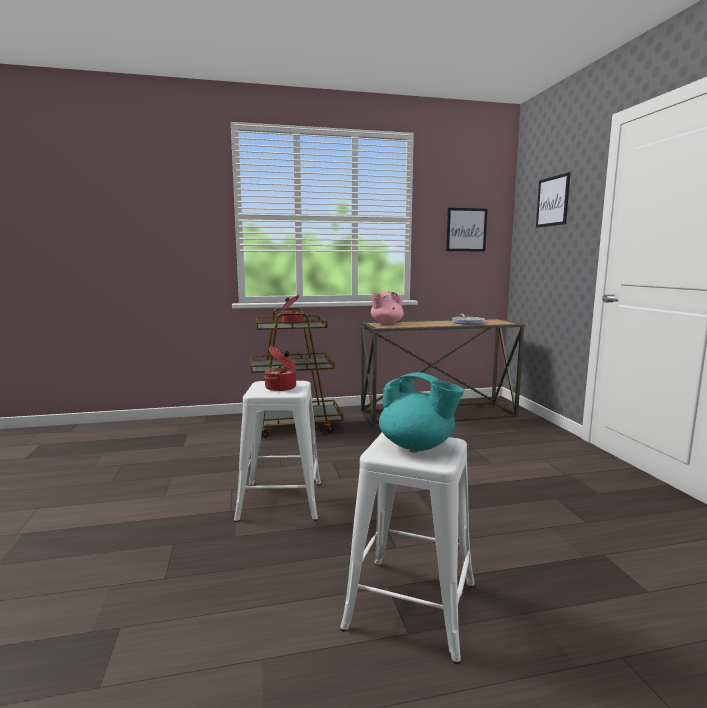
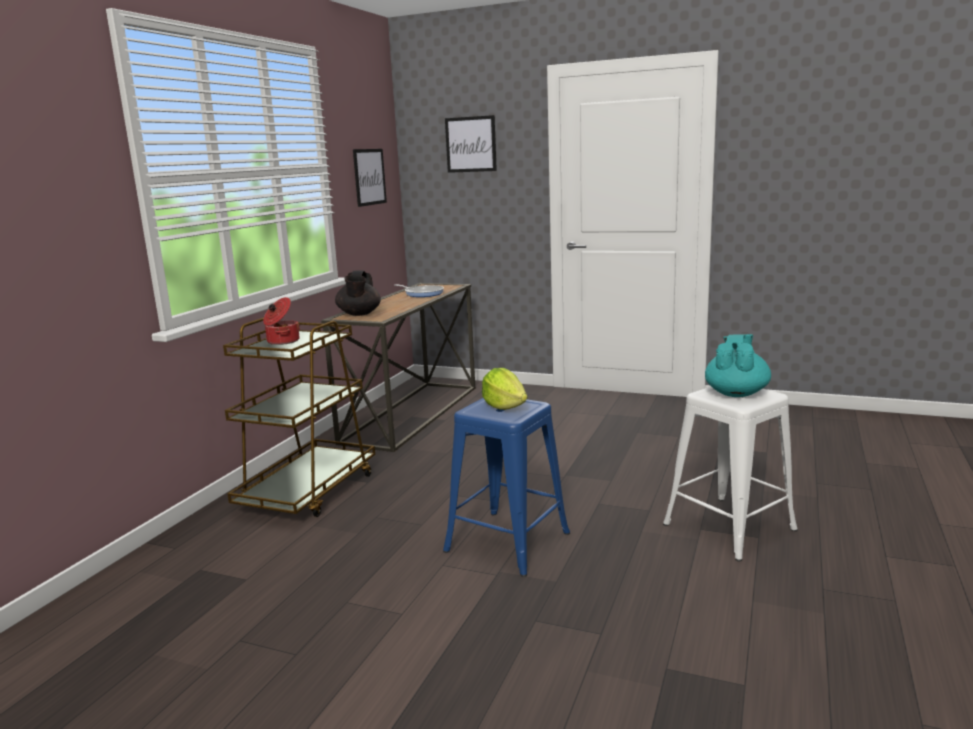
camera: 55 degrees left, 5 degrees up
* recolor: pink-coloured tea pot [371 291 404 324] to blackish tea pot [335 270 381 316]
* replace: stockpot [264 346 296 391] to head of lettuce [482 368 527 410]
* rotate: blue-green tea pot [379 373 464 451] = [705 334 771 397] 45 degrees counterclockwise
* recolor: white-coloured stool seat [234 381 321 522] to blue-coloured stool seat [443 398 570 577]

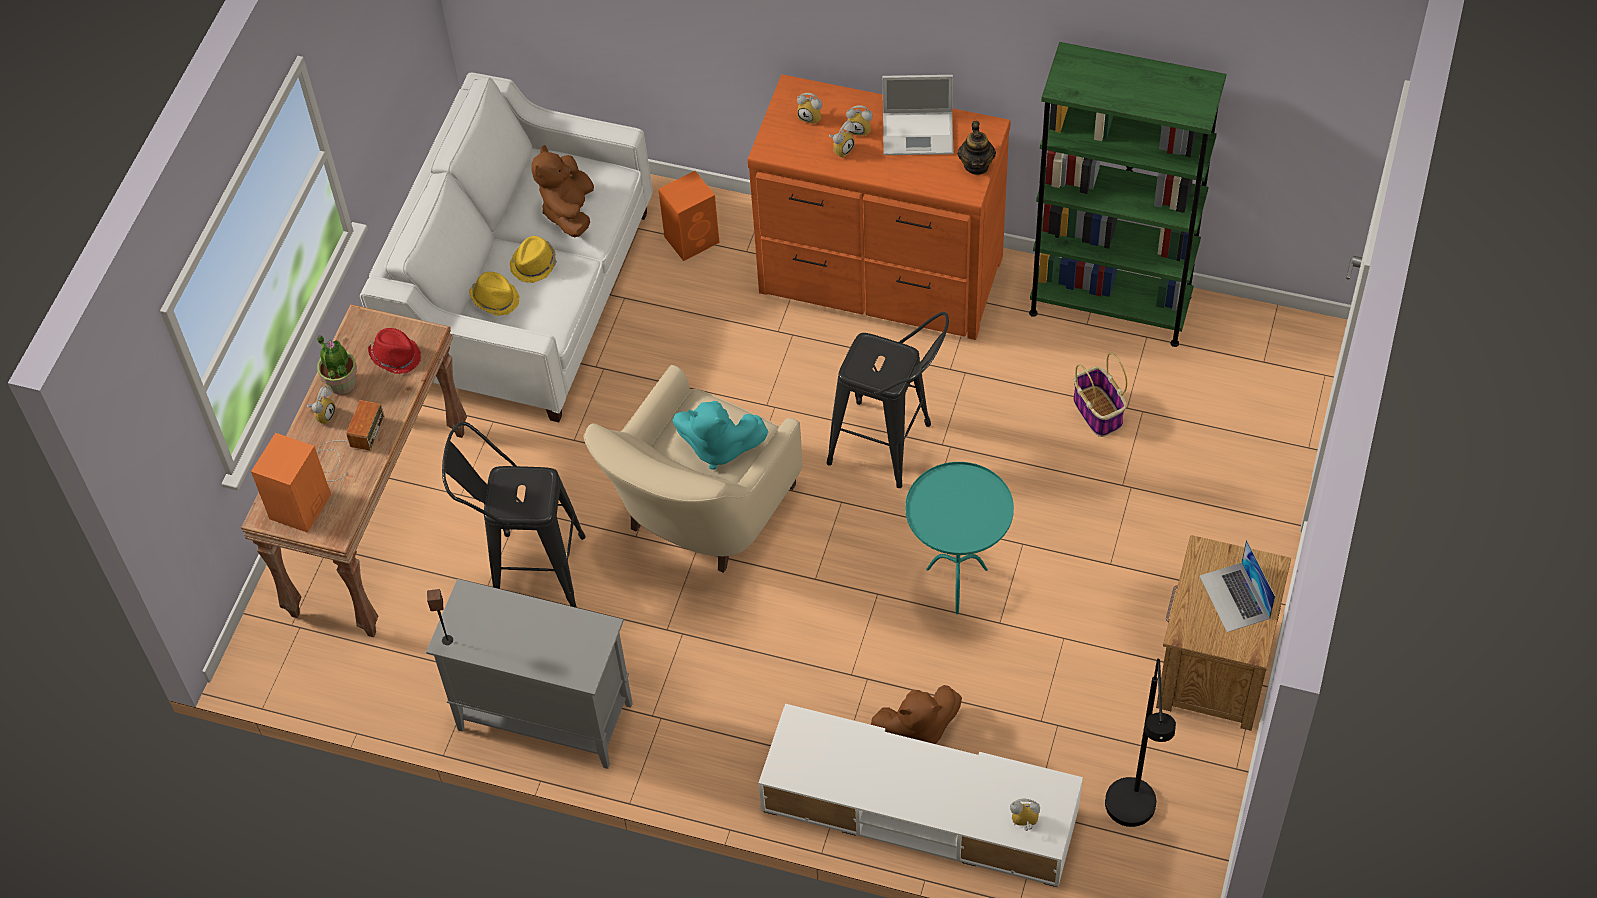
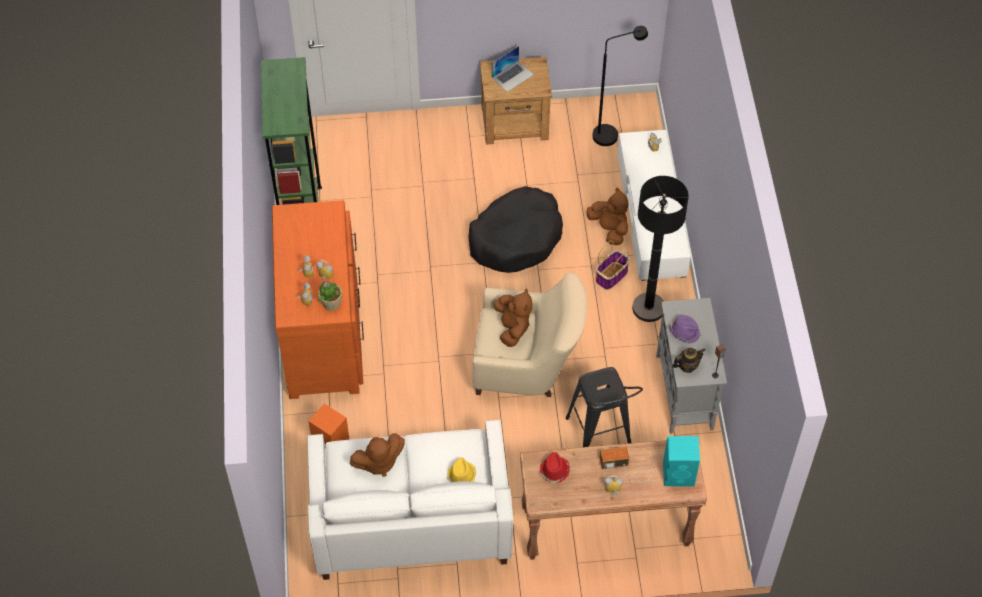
camera: 115 degrees left, 0 degrees up
* delete: notebook computer [883 75 953 155]
* move: tea pot [957 121 996 175] to [673 348 706 373]
* delete: yellow hat [510 236 557 283]
* delete: blackish stool seat [827 312 949 488]
* move: potted plant [317 335 357 395] to [318 281 342 311]
* move: storage basket [1073 352 1127 437] to [596 241 630 290]
* recolor: blue-green cuddly toy [672 401 769 470] to brown-coloured cuddly toy [494 289 532 347]
* recolor: orange audio speaker [251 433 331 533] to blue-green audio speaker [663 436 700 487]
* replace: blue-green accent table [905 462 1014 614] to blackish pet bed [468 186 563 273]
* insert: blackish standard lamp [632 176 689 322]
* insert: purple-coloured hat [669 315 700 343]

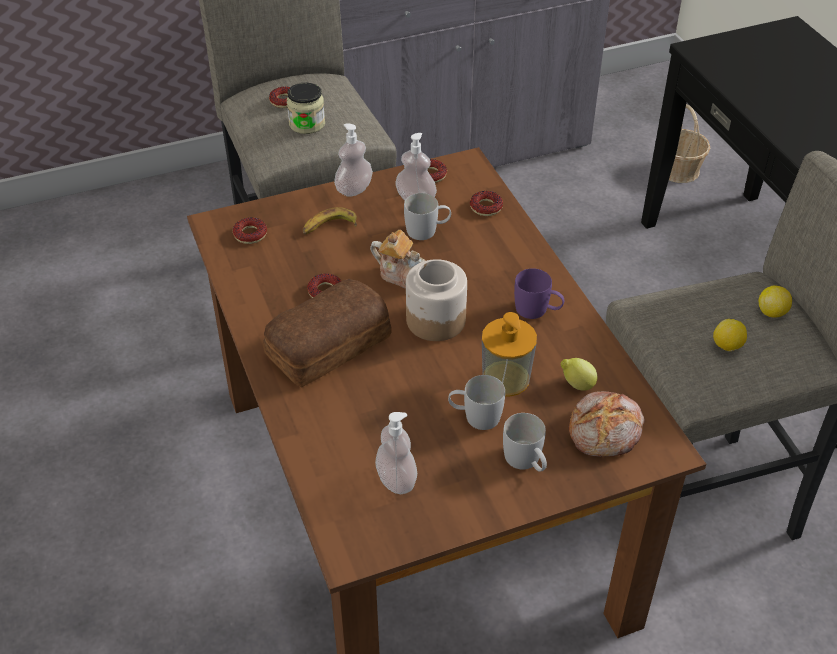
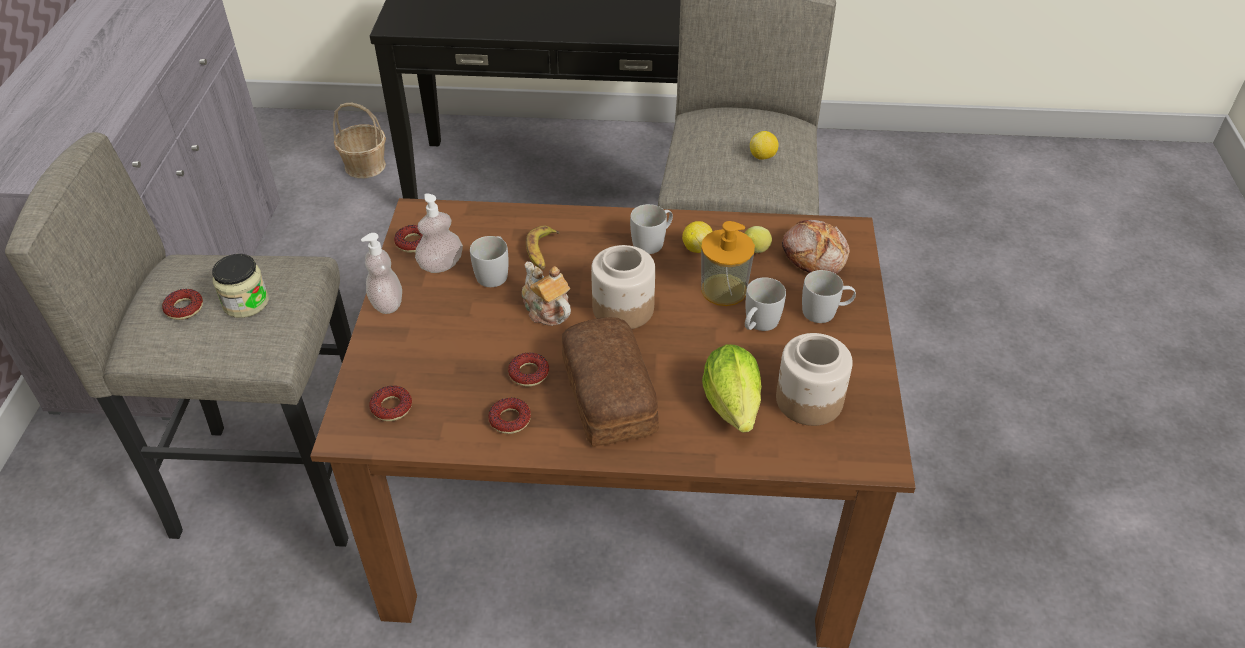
camera: 65 degrees left, 0 degrees up
* move: ring doughnut [470 191 503 216] to [488 398 531 434]
* move: banana [303 207 357 235] to [526 226 560 270]
* rotate: tea pot [370 230 426 289] = [522 262 571 326] 90 degrees counterclockwise
* recolor: purple-coloured mug [514 268 564 319] to white-coloured mug [630 204 673 254]
* move: lemon [758 285 792 317] to [682 221 713 253]
* replace: soap bottle [375 412 417 494] to storage jar [776 333 853 426]
* insert: head of lettuce [702 344 762 433]

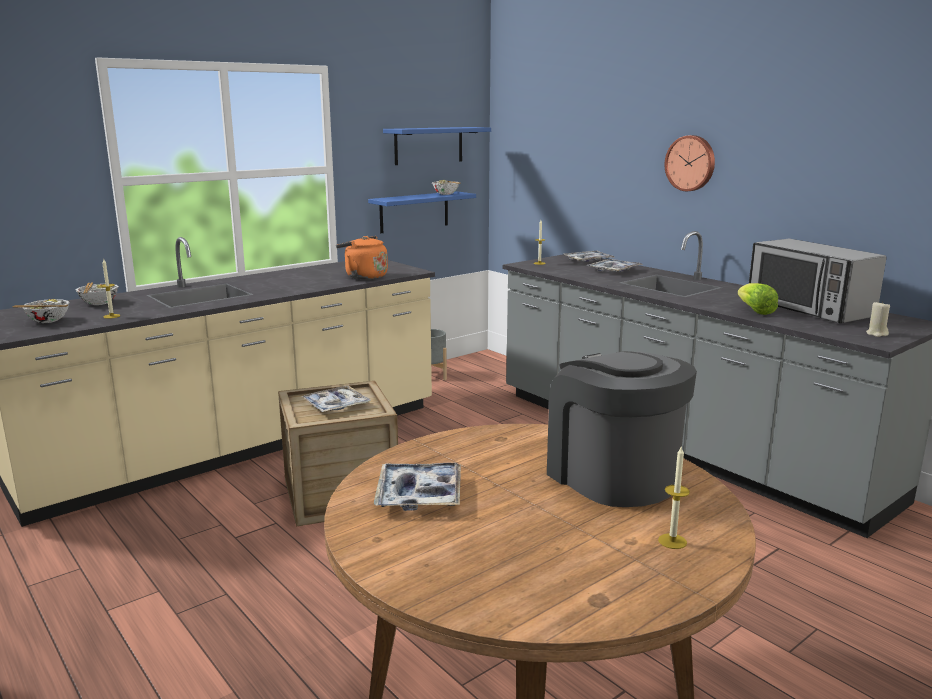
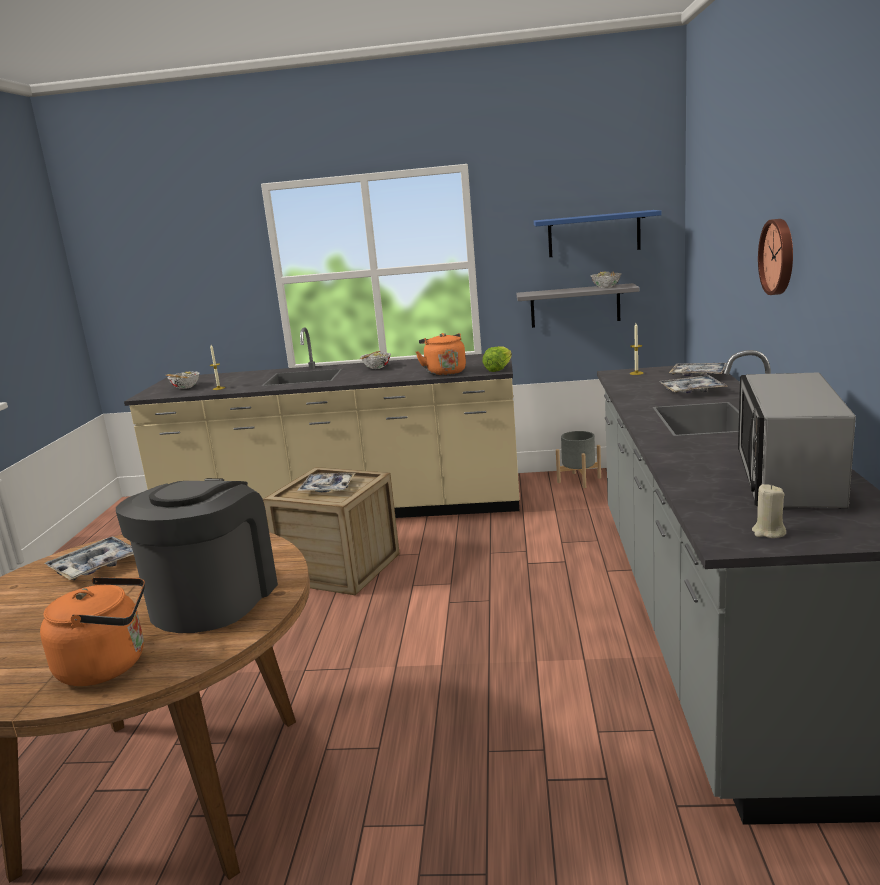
camera: 45 degrees right, 0 degrees up
* recolor: blue-coloured bracket shelf [368 191 476 233] to grey bracket shelf [517 283 640 328]
* move: serving bowl [76 282 119 305] to [360 351 391 369]
* move: head of lettuce [738 283 778 315] to [482 346 512 372]
* replace: wax light [658 447 690 549] to orange water kettle [40 577 145 686]

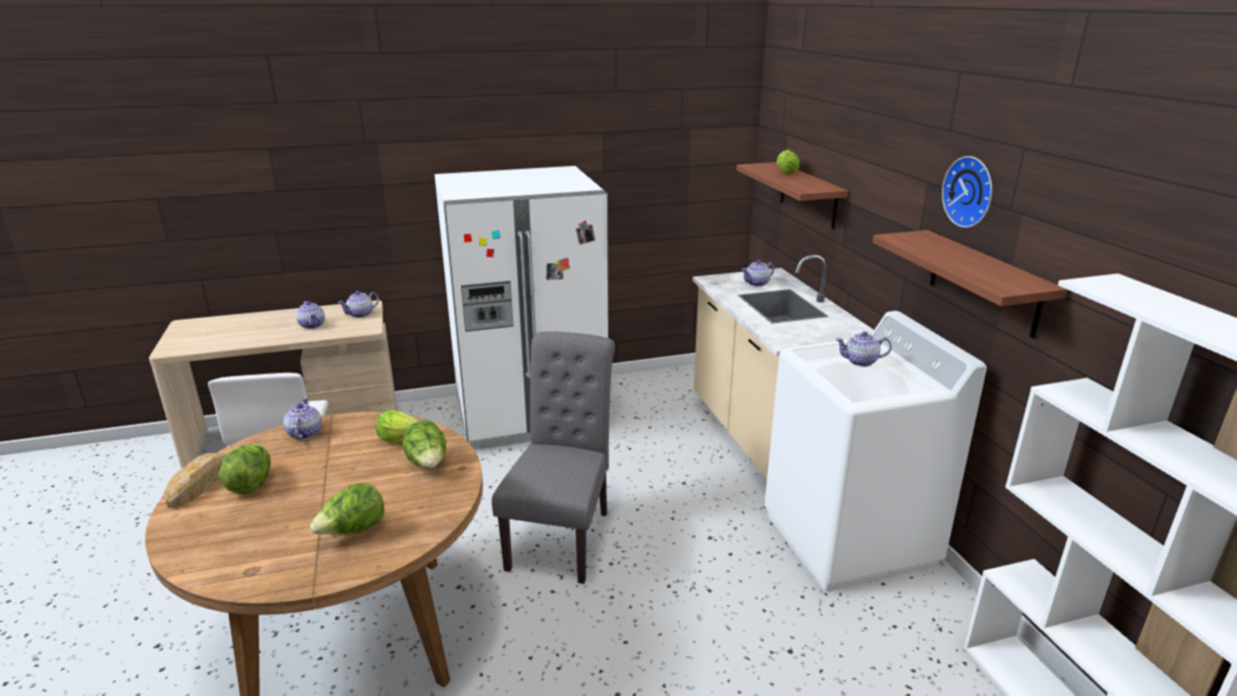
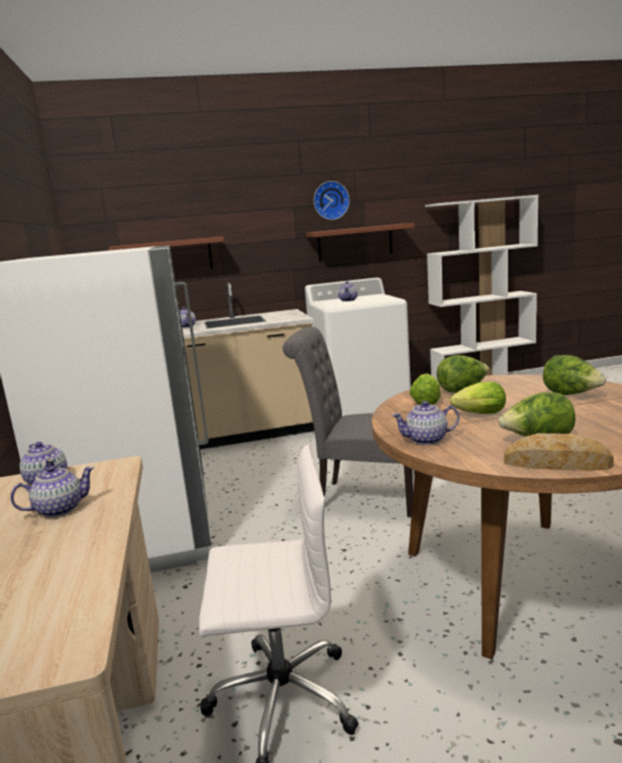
camera: 85 degrees left, 10 degrees down
* move: head of lettuce [777 150 799 174] to [450 381 506 414]

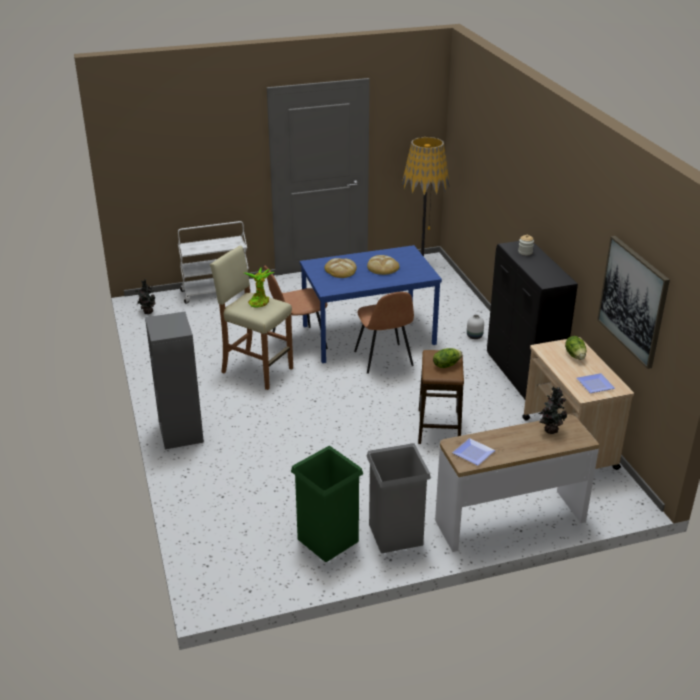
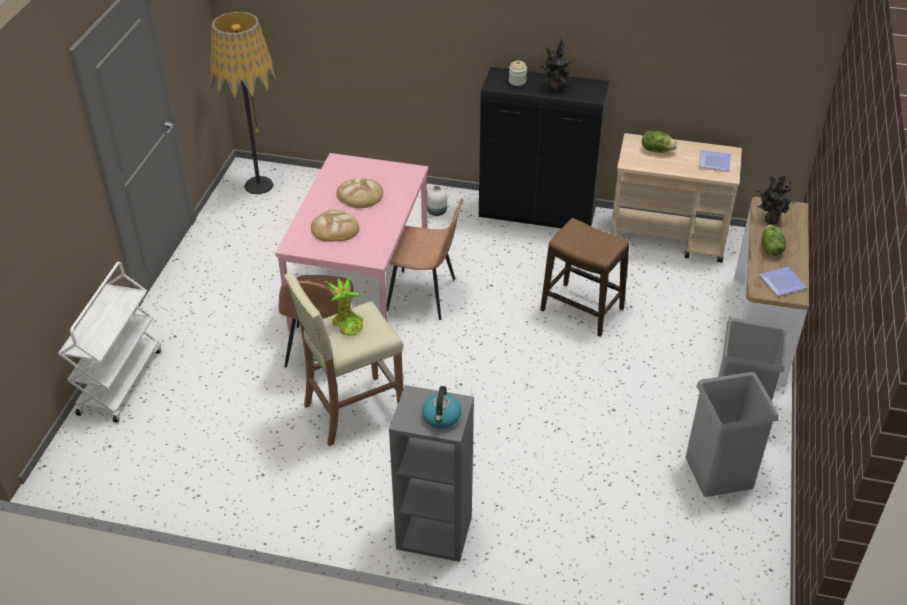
camera: 60 degrees left, 10 degrees up
* delete: picture [597 236 670 369]
* recolor: blue-coloured dinner table [300 245 442 363] to pink-coloured dinner table [275 153 428 332]
* move: potted plant [135 279 155 314] to [540 38 575 91]
* move: head of lettuce [433 348 462 368] to [762 225 786 256]
* recolor: green-coloured rubbish bin [291 446 363 562] to grey rubbish bin [685 372 779 497]
* insert: water kettle [422 386 461 429]

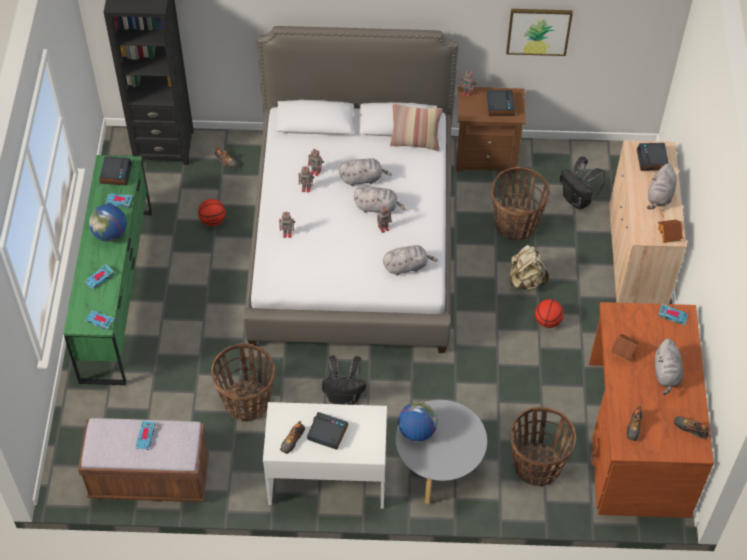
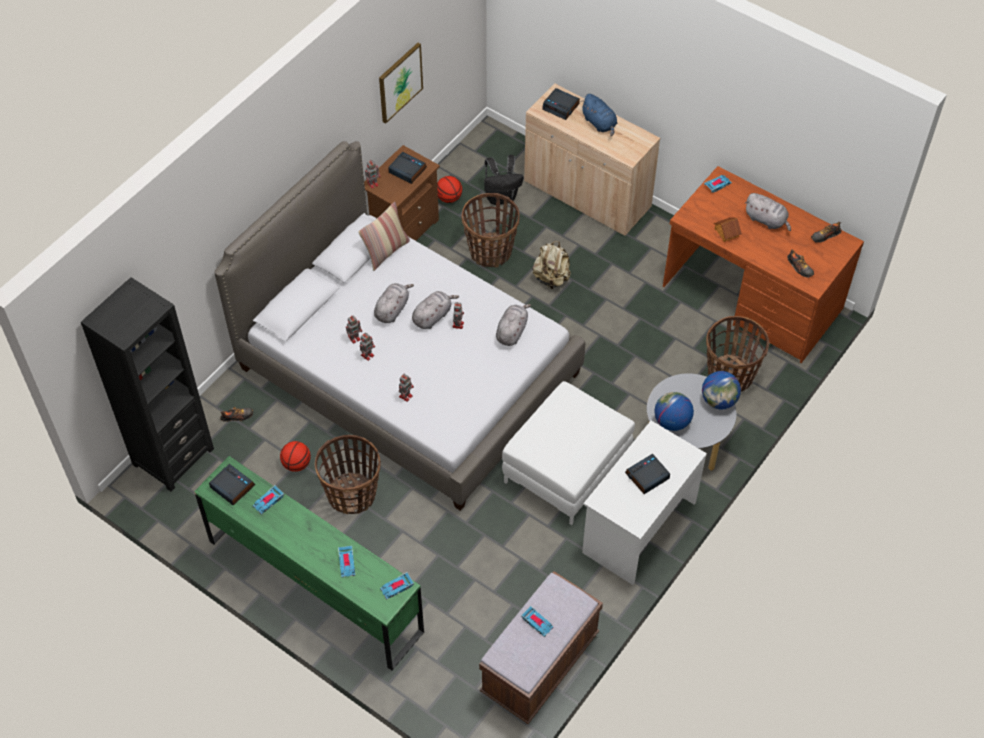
camera: 55 degrees left, 0 degrees up
* recolor: grey cuddly toy [647 163 676 209] to blue-coloured cuddly toy [580 94 617 136]
* move: world globe [89 204 127 242] to [702 371 741 410]
* delete: miniature house [658 219 683 243]
* move: basketball ball [535 299 564 328] to [437 176 462 203]
* move: storage basket [211 343 275 422] to [315 435 381 514]
* replace: blackish rucksack [322 356 366 405] to white-coloured footrest [502 381 635 525]
* delete: shoe [280 421 305 454]

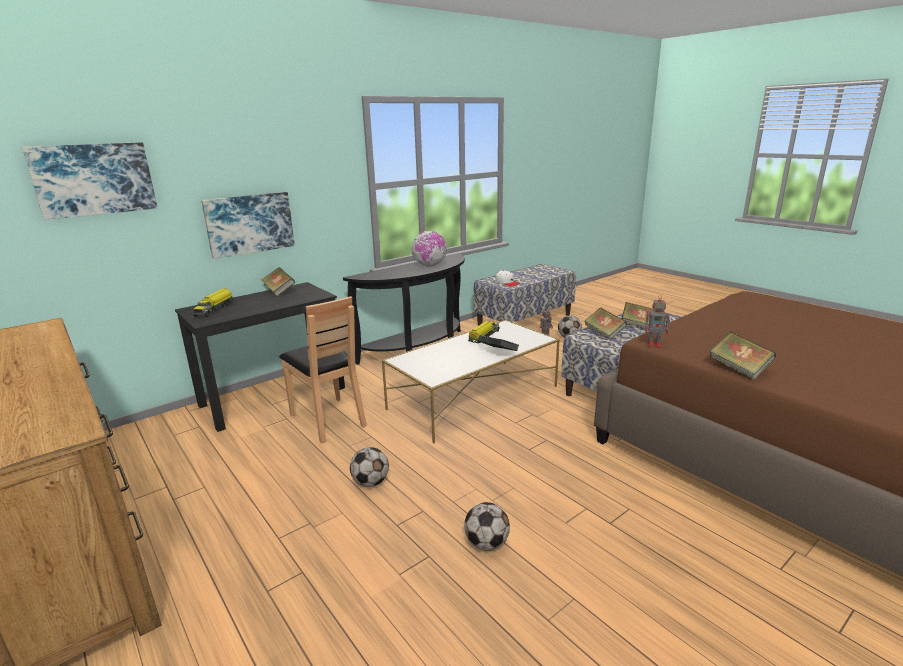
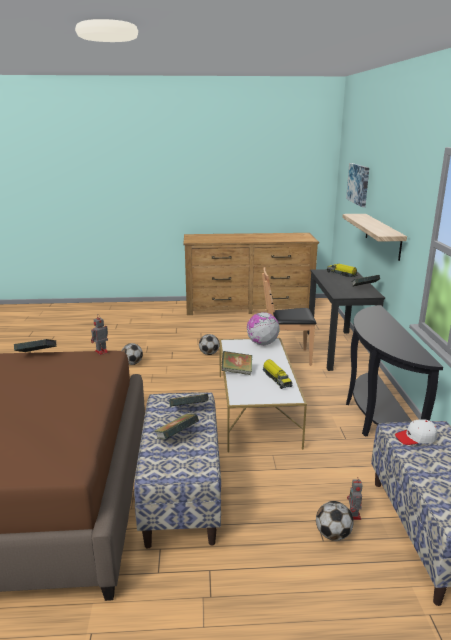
camera: 125 degrees right, 0 degrees up
* replace: picture [201 192 295 259] to bracket shelf [342 214 407 261]
* move: world globe [412 231 447 267] to [247 312 280 345]

